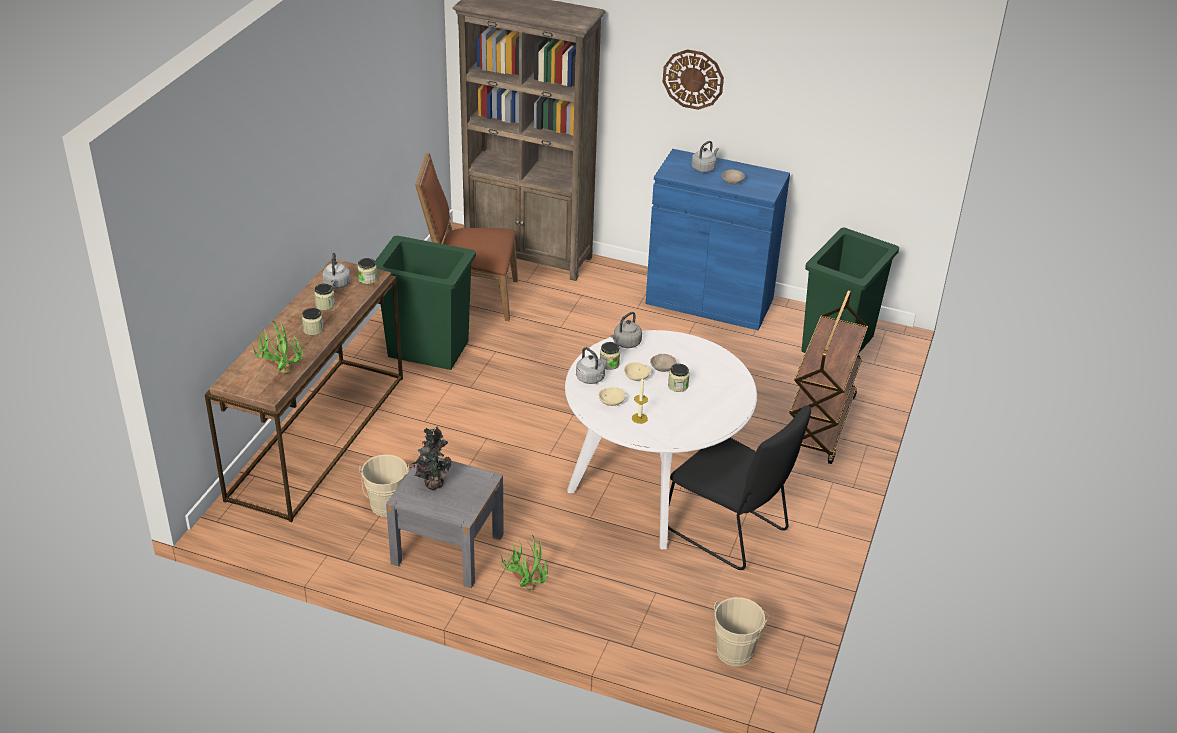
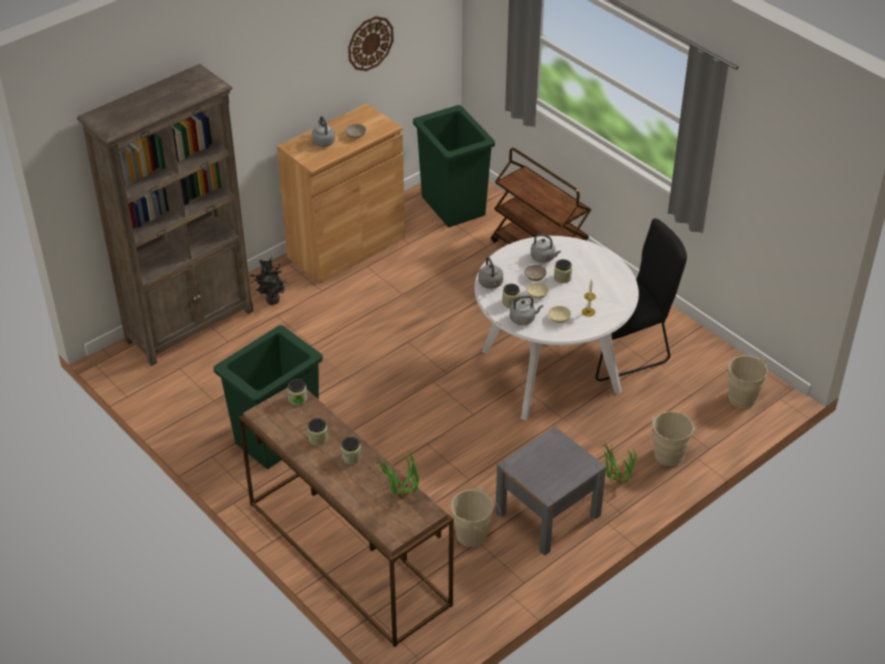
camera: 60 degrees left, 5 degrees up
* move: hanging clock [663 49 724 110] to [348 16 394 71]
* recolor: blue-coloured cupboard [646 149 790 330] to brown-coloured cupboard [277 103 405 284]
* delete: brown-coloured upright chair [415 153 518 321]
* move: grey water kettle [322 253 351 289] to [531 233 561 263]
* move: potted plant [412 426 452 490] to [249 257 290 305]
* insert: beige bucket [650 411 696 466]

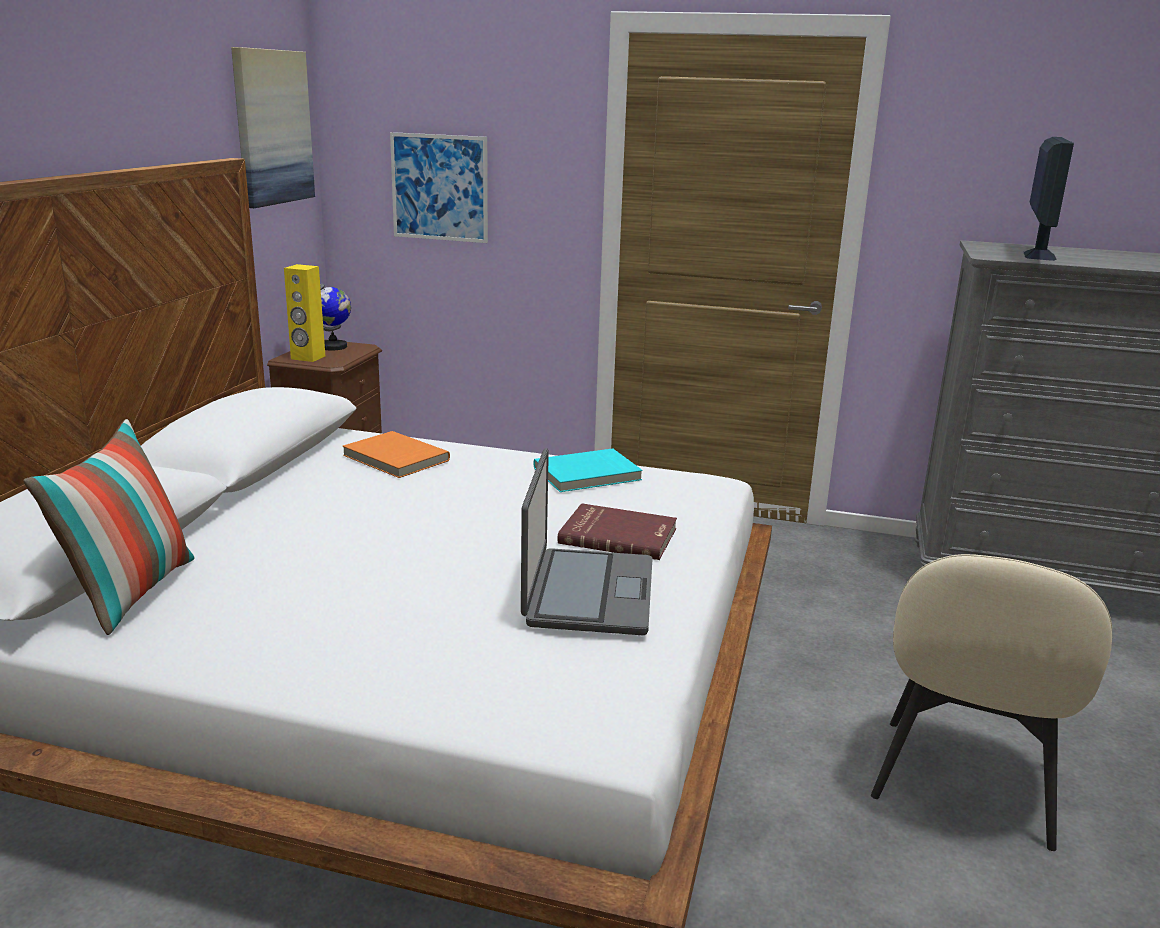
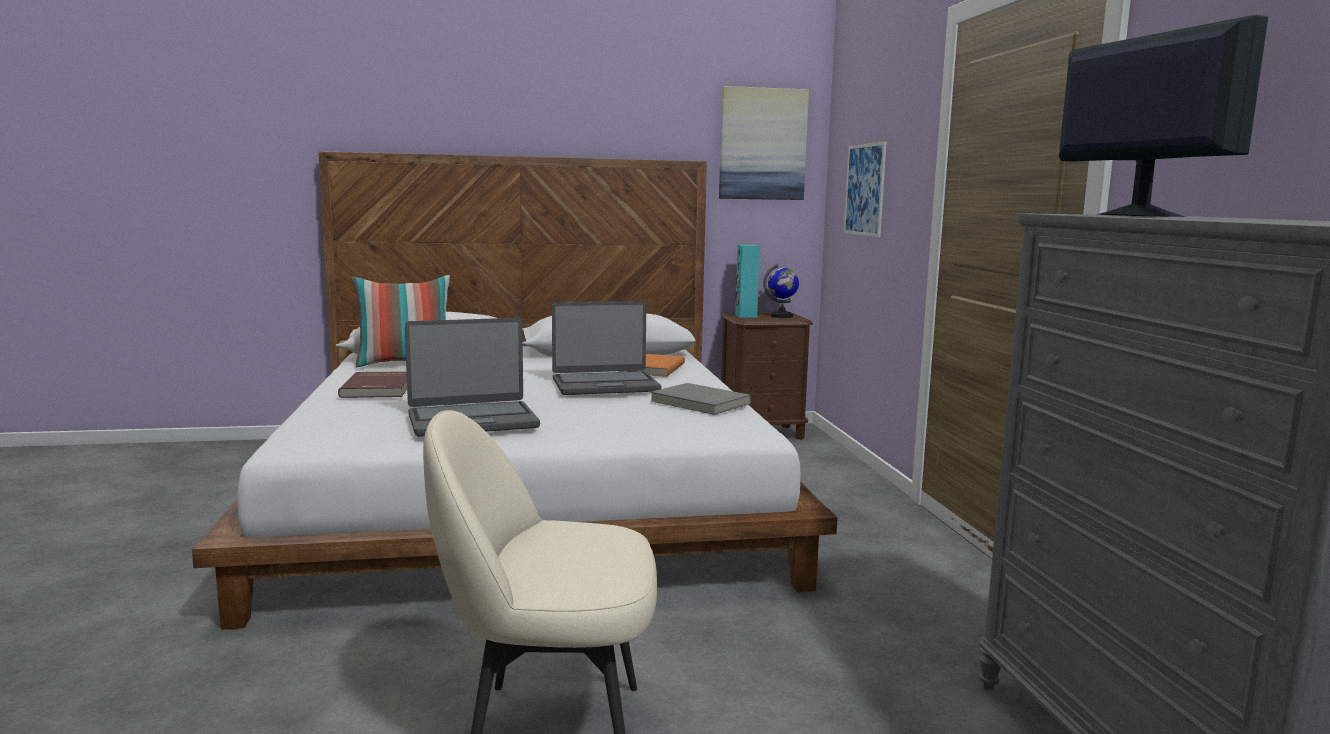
camera: 65 degrees right, 10 degrees down
* rotate: monitor [1024 137 1074 261] = [1059 15 1268 217] 105 degrees counterclockwise
* recolor: yellow audio speaker [284 264 325 362] to blue-green audio speaker [735 245 760 318]
* recolor: blue-green book [534 448 643 492] to grey book [651 383 751 415]
* move: reddish book [558 503 677 560] to [338 371 407 398]
* insert: notebook computer [552 301 661 395]

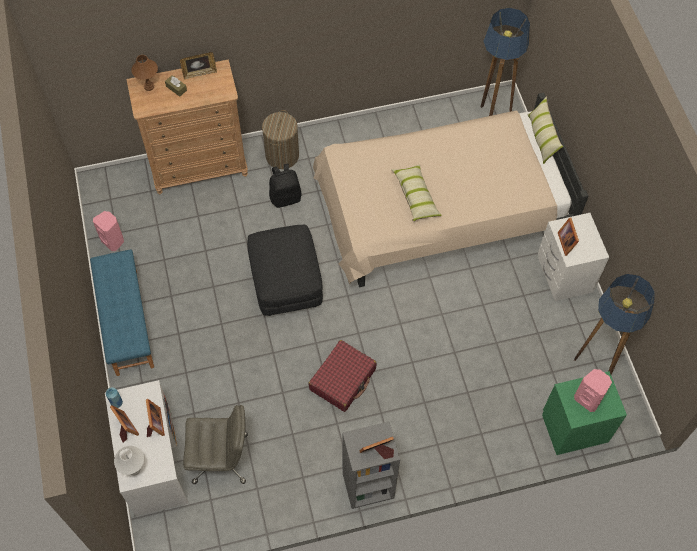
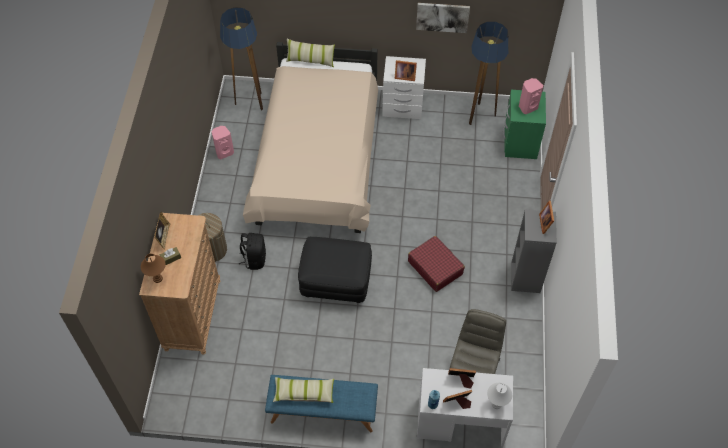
camera: 70 degrees left, 5 degrees down
* move: cushion [391 165 442 221] to [273 377 334 403]
* move: pink-coloured audio speaker [93 211 124 251] to [211 126 234 159]
* insert: picture [416 3 470 33]

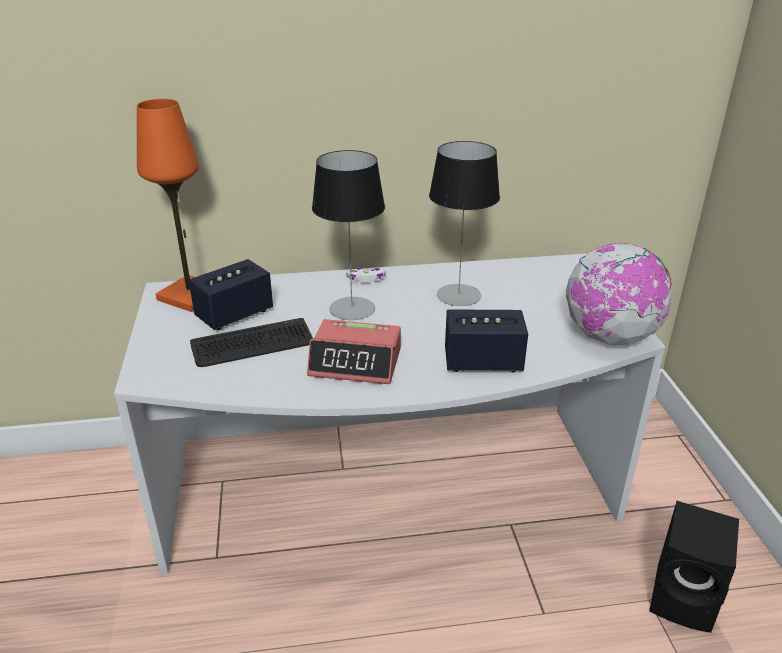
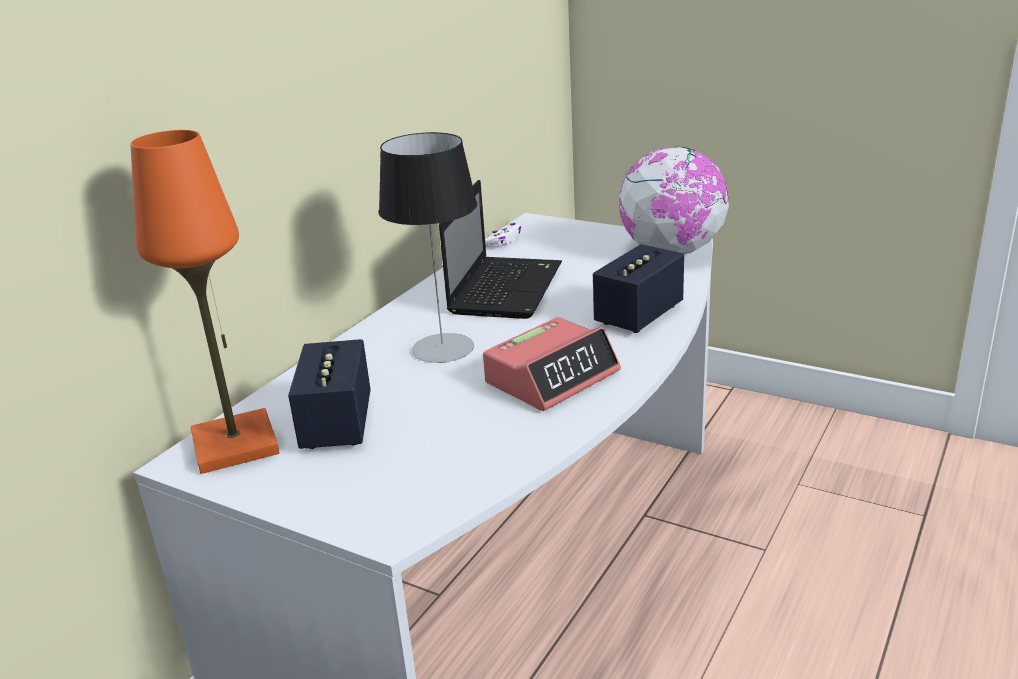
camera: 50 degrees left, 5 degrees down
* replace: table lamp [429 141 500 306] to notebook computer [439 180 562 319]
* move: white-coloured joypad [346 267 386 283] to [485 223 521 247]
* delete: PC keyboard [190 318 313 367]
* delete: blackish audio speaker [649 501 739 633]

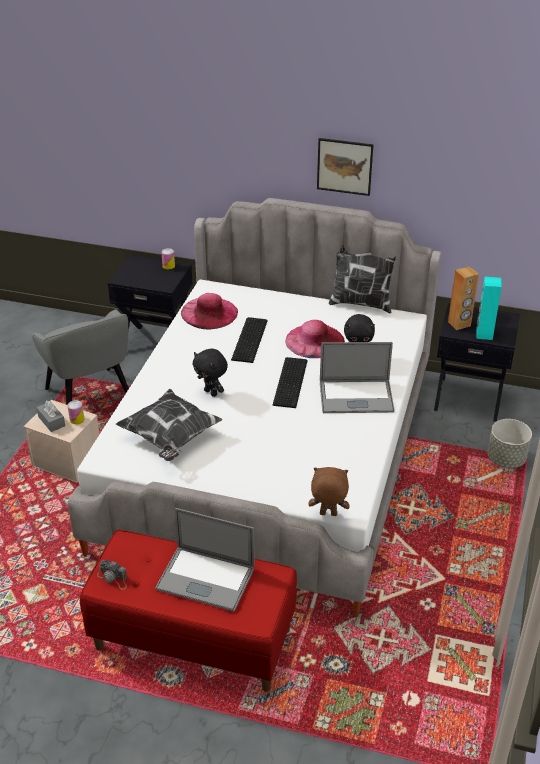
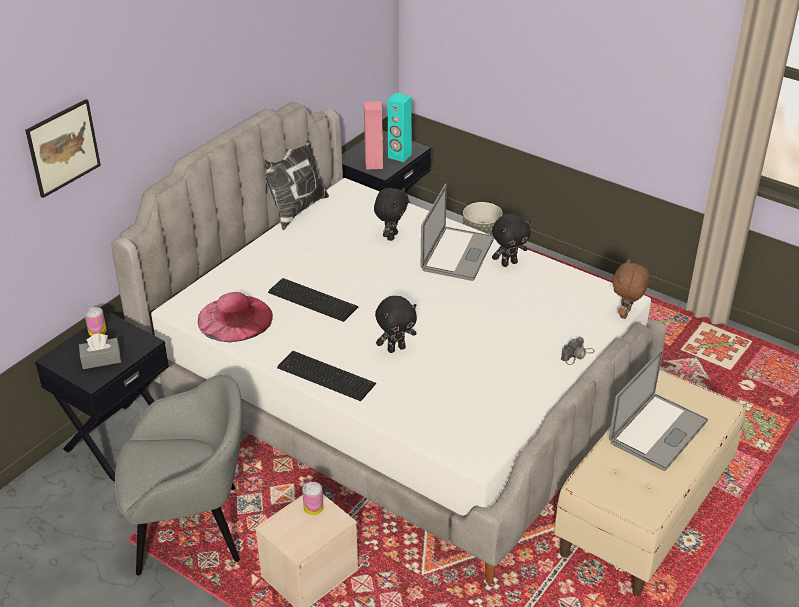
camera: 70 degrees left, 0 degrees up
* move: picture [317 138 373 196] to [25 99 101 198]
* recolor: brown-coloured audio speaker [448 267 479 330] to pink-coloured audio speaker [364 101 383 170]
* delete: pink-coloured hat [285 320 345 358]
* move: PC keyboard [273 357 308 408] to [277 351 376 401]
* delete: cushion [116 389 222 461]
* move: grey tissue box [36 401 65 432] to [79 333 121 369]
* recolor: reddish bench [80 530 297 692] to beige bench [554 370 746 596]
* move: photo camera [97 560 127 590] to [561 337 595 365]
* insert: blackish cuddly toy [492 213 530 267]

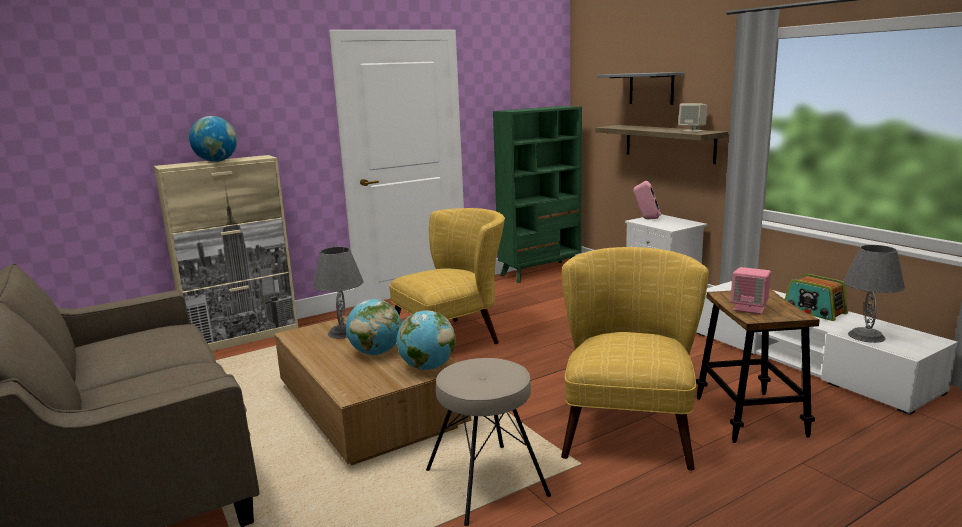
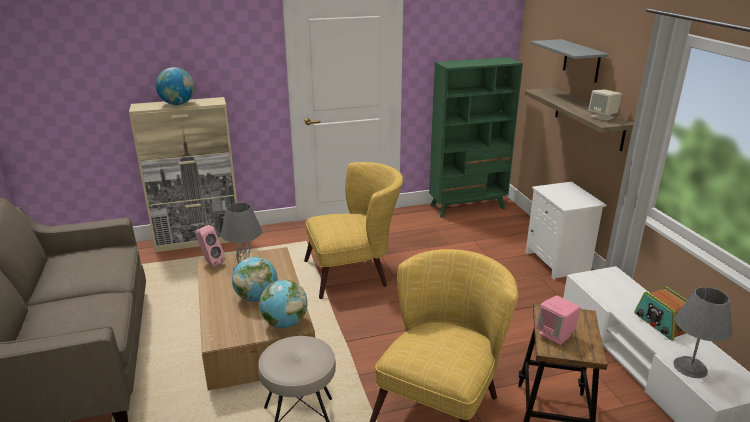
camera: 15 degrees right, 10 degrees up
* move: pink-coloured audio speaker [634 181 661 219] to [195 225 225 267]

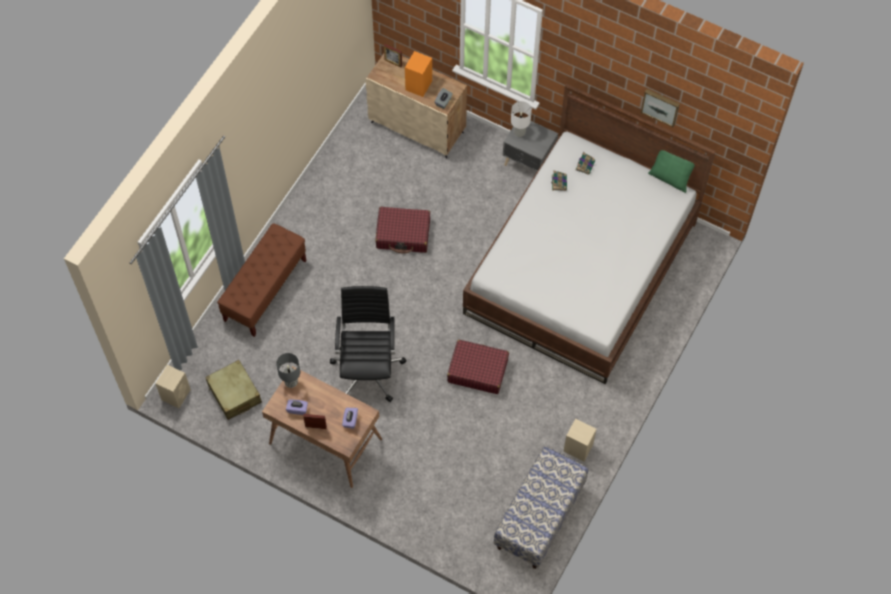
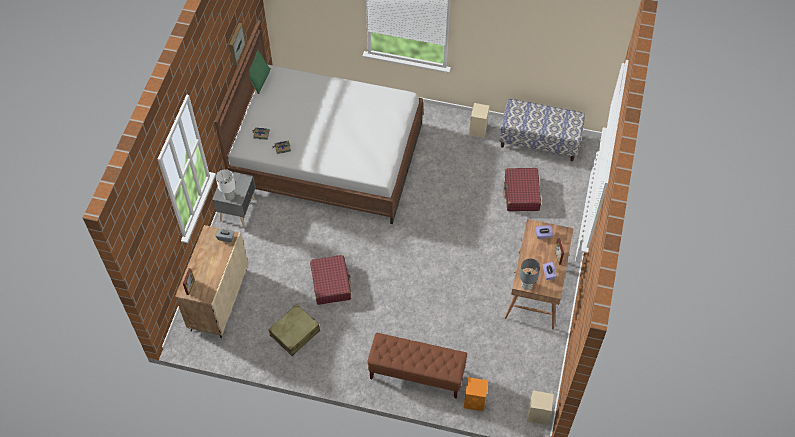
camera: 105 degrees left, 5 degrees down
* move: orange audio speaker [405 51 432 97] to [464 377 488 411]
* delete: blackish desk chair [330 286 407 402]
* move: reddish piece of luggage [447 340 509 394] to [504 168 541 211]
* move: beige piece of luggage [205 360 262 420] to [268 304 320 356]

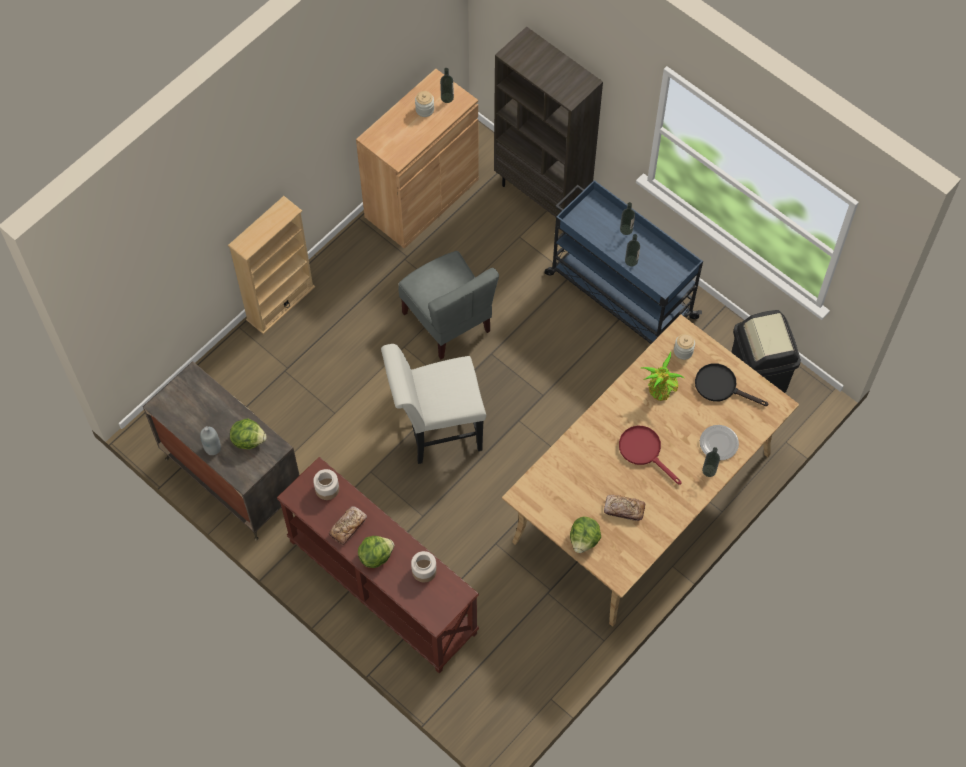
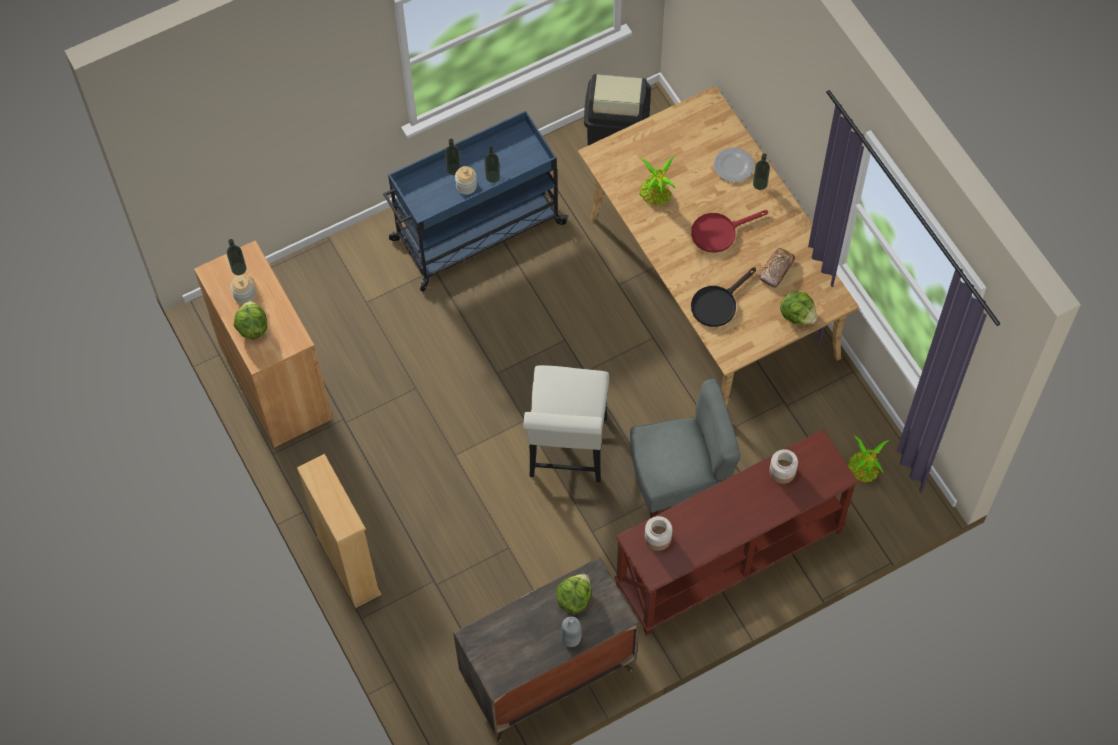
camera: 70 degrees left, 0 degrees up
* delete: brown-coloured bookcase [494 27 603 217]
* move: grey upright chair [398 251 499 359] to [630 379 740 518]
* move: storage jar [674 334 695 360] to [455 166 477 195]
* move: blackish frying pan [695 363 769 406] to [691 267 756 327]
* delete: baked bread [329 506 367 546]
* move: head of lettuce [358 536 394 568] to [234 301 267 339]
* insert: potted plant [848 436 889 482]

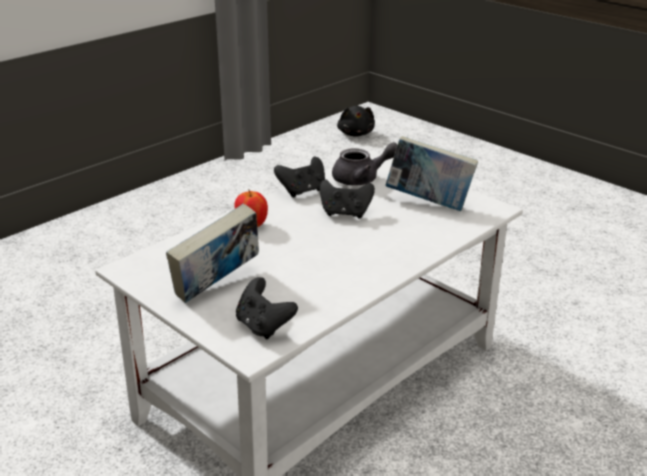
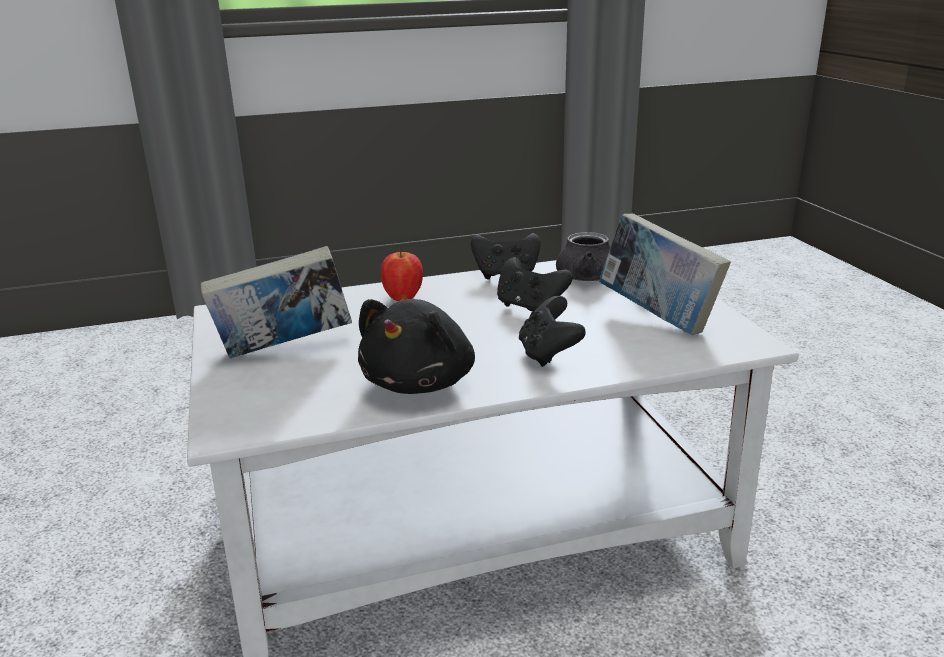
camera: 30 degrees right, 5 degrees down
* move: blackish cuddly toy [337 106 375 137] to [358 299 475 394]
* move: blackish joypad [236 277 298 340] to [519 296 586 367]

